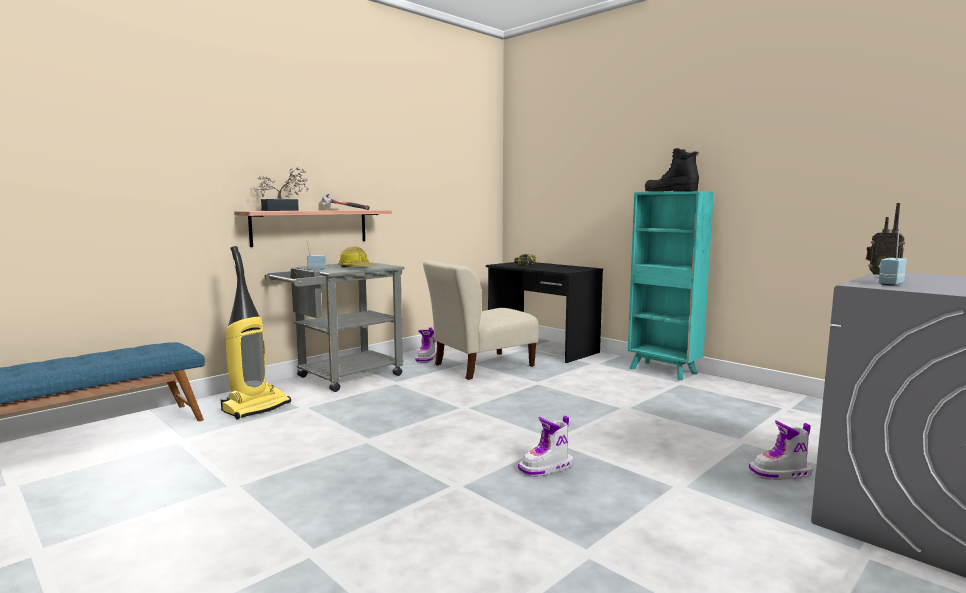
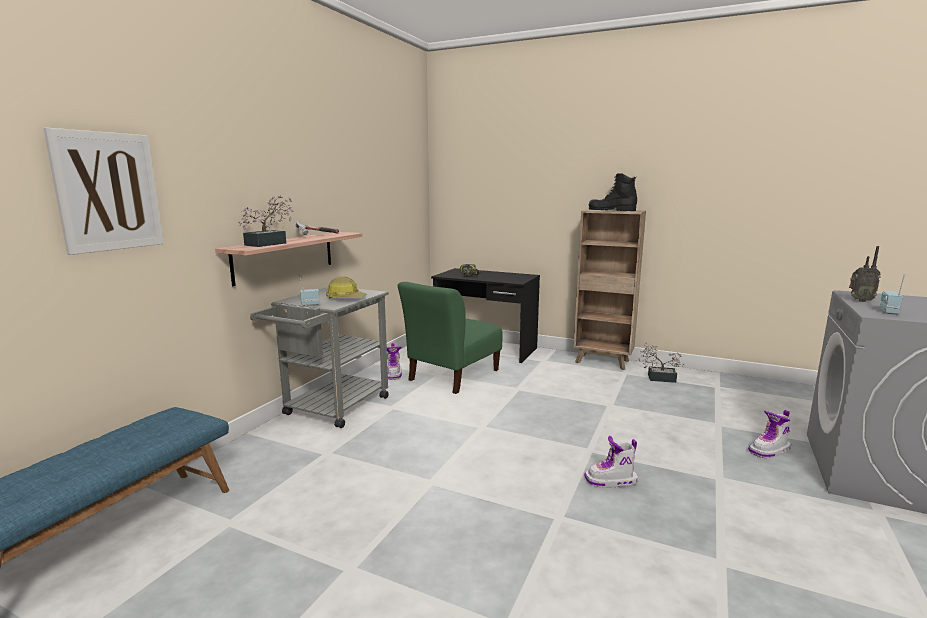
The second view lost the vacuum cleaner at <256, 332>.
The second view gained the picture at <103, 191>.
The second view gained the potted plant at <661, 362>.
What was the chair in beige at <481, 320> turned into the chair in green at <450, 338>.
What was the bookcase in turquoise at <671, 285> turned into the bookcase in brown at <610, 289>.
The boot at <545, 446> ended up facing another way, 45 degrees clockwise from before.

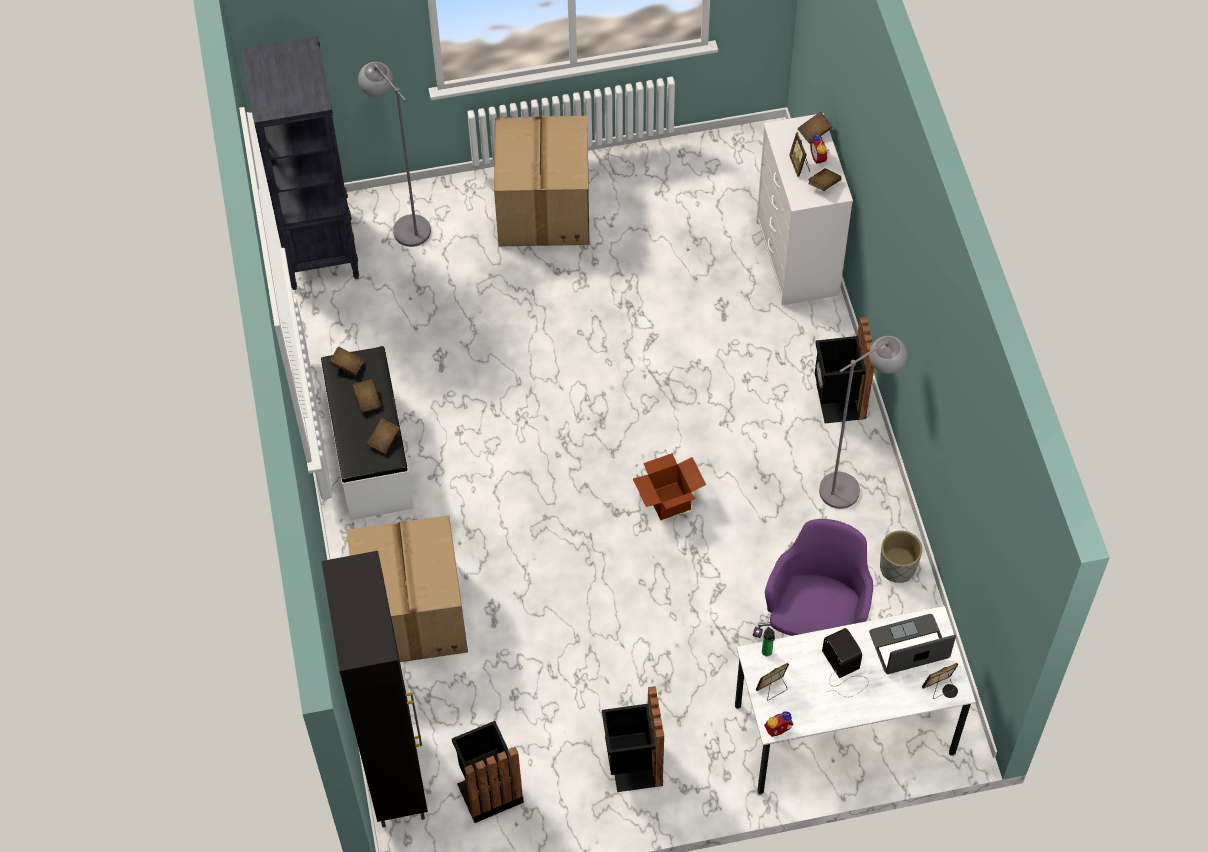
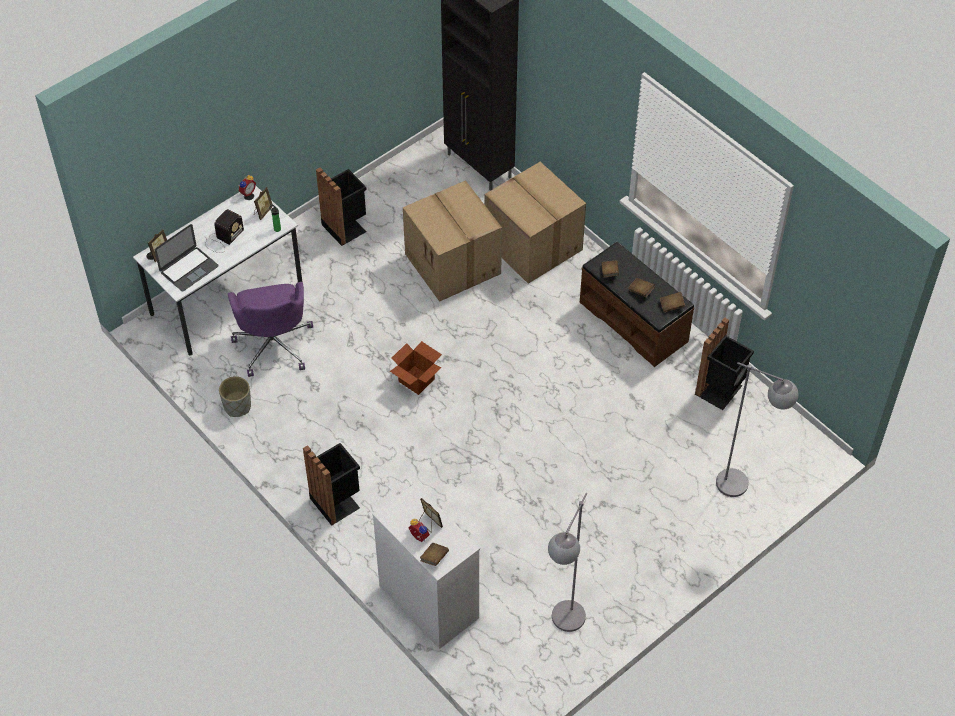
The second view lost the bookcase in black at <300, 163>.
The second view lost the book in brown at <825, 179>.
The trash can in black ended up elsewhere, having gone from <488, 772> to <724, 363>.
The cardboard box ended up elsewhere, having gone from <542, 181> to <452, 241>.
The floor lamp in grey ended up elsewhere, having gone from <863, 422> to <567, 562>.
What was the bench in white at <367, 433> turned into the bench in brown at <637, 304>.
The radio at <845, 662> ended up facing another way, 90 degrees counterclockwise from before.

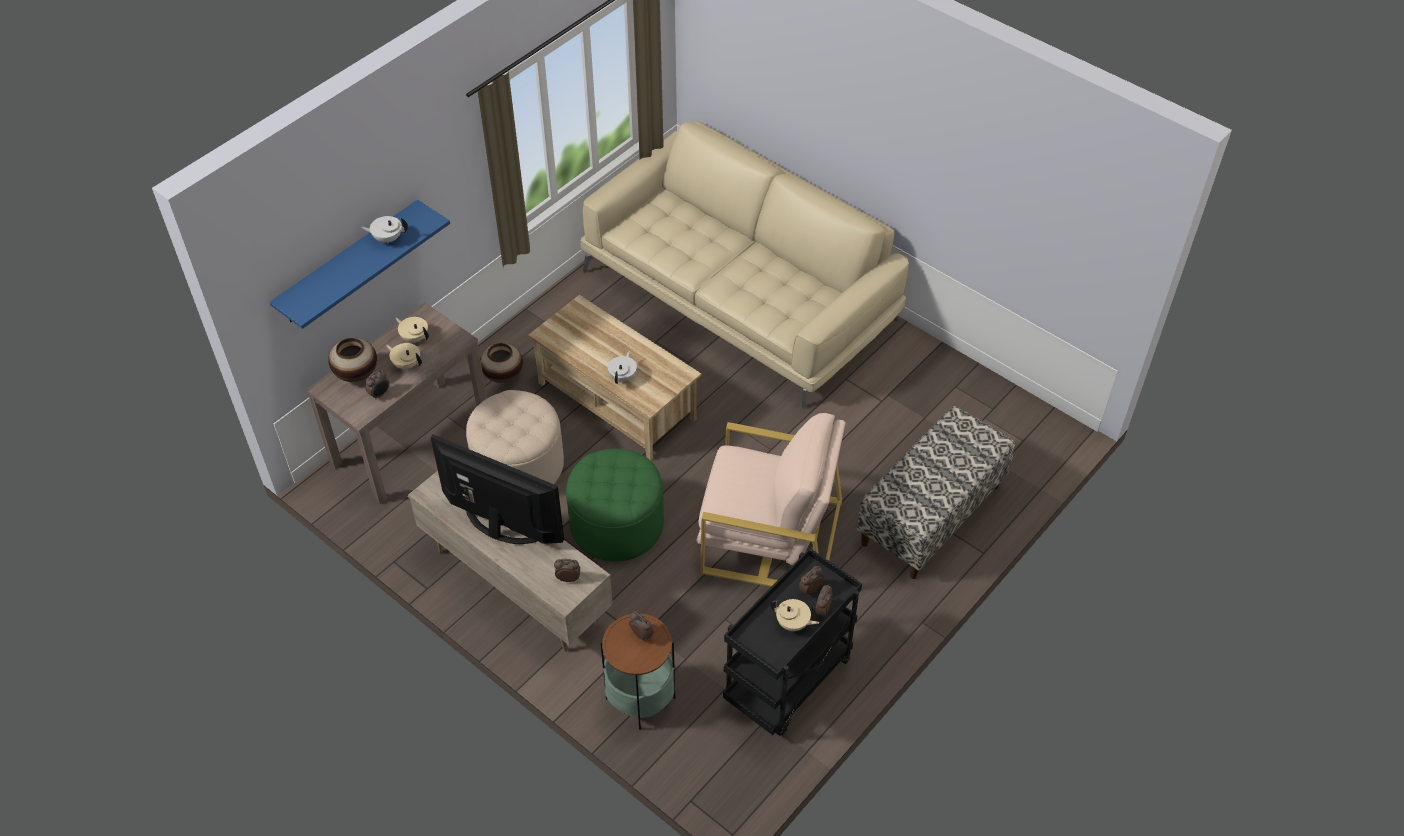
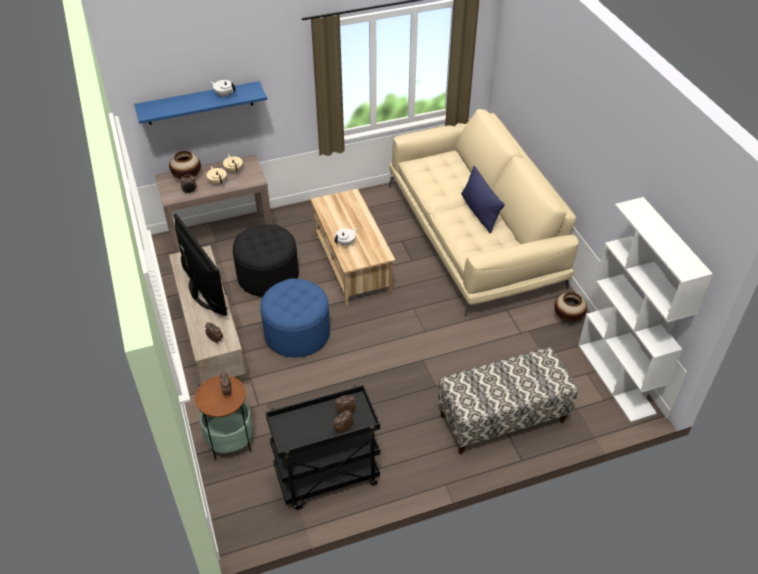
The second view lost the armchair in beige at <771, 500>.
The second view lost the teapot in beige at <795, 615>.
The second view gained the pillow in blue at <483, 199>.
The second view gained the bookcase in white at <645, 309>.
The vase ended up elsewhere, having gone from <501, 363> to <571, 307>.
What was the ottoman in beige at <515, 437> turned into the ottoman in black at <266, 260>.
What was the ottoman in green at <615, 505> turned into the ottoman in blue at <295, 317>.

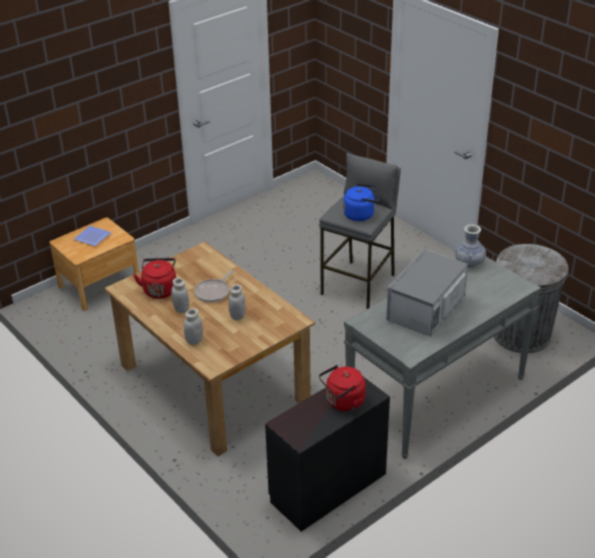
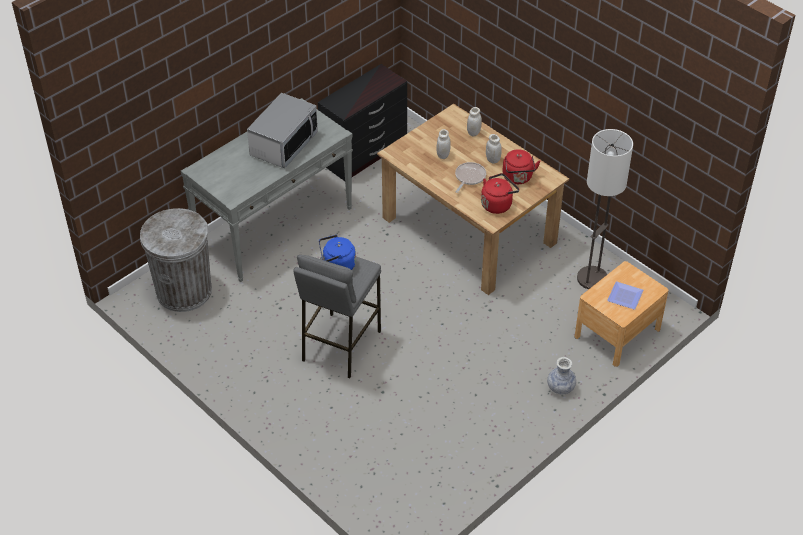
The second view gained the floor lamp at <605, 209>.
The kettle in red ended up elsewhere, having gone from <342, 388> to <500, 193>.
The vase ended up elsewhere, having gone from <470, 246> to <561, 375>.

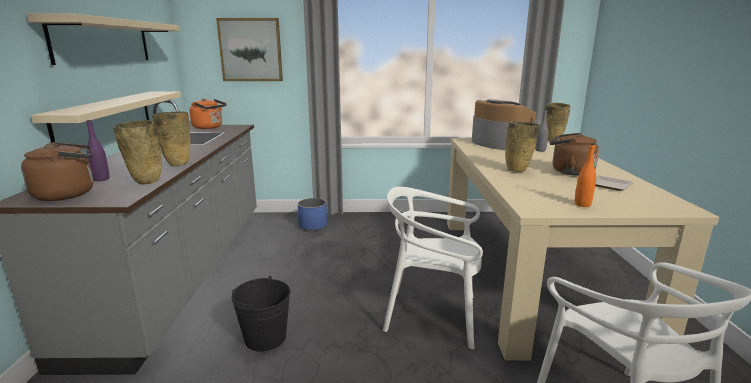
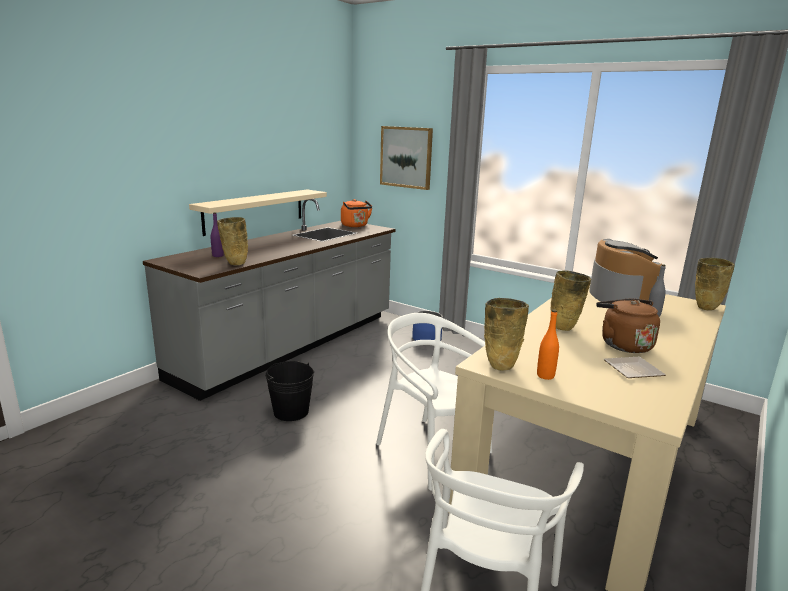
The second view lost the kettle in brown at <57, 171>.
The second view lost the shelf in beige at <103, 39>.
The vase in beige ended up elsewhere, having gone from <171, 138> to <506, 334>.

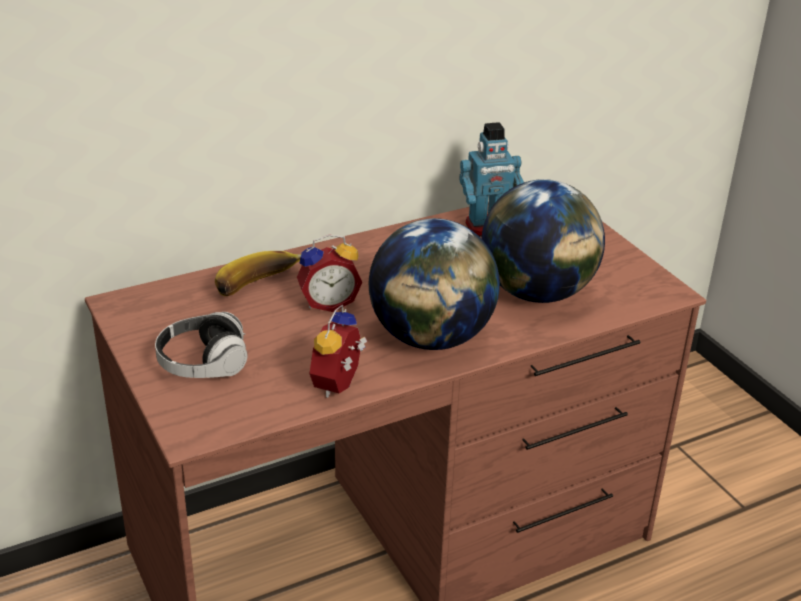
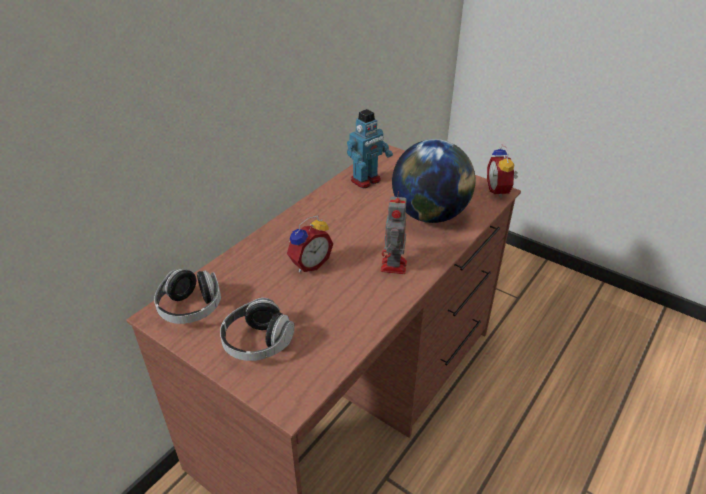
The second view lost the banana at <258, 273>.
The second view gained the headphones at <187, 296>.
The alarm clock ended up elsewhere, having gone from <338, 351> to <502, 171>.
Where the globe stood at <434, 284>, the toy robot came to stand at <394, 232>.

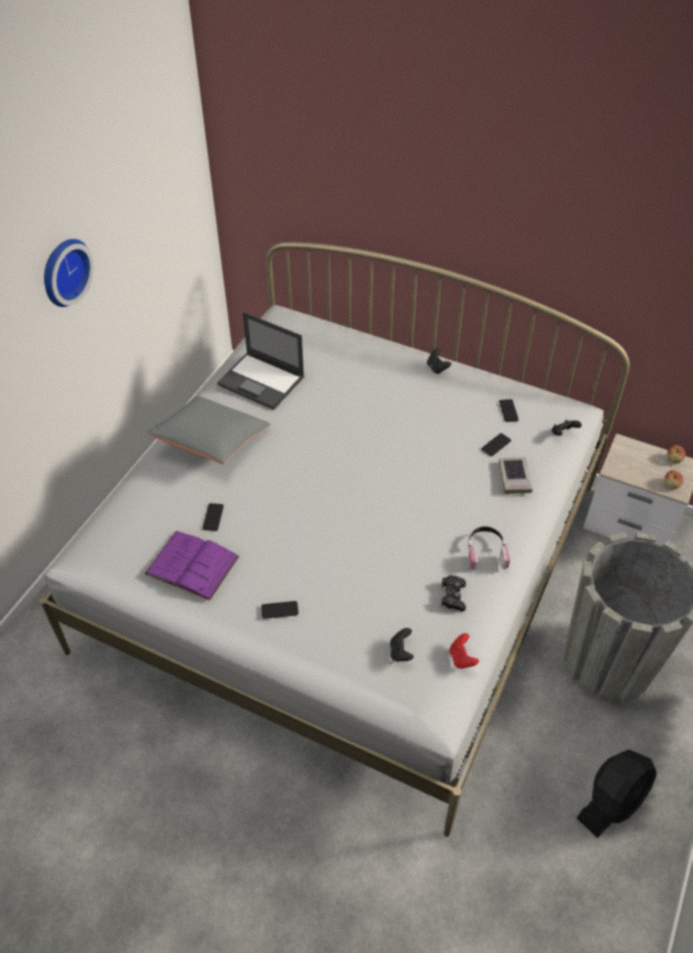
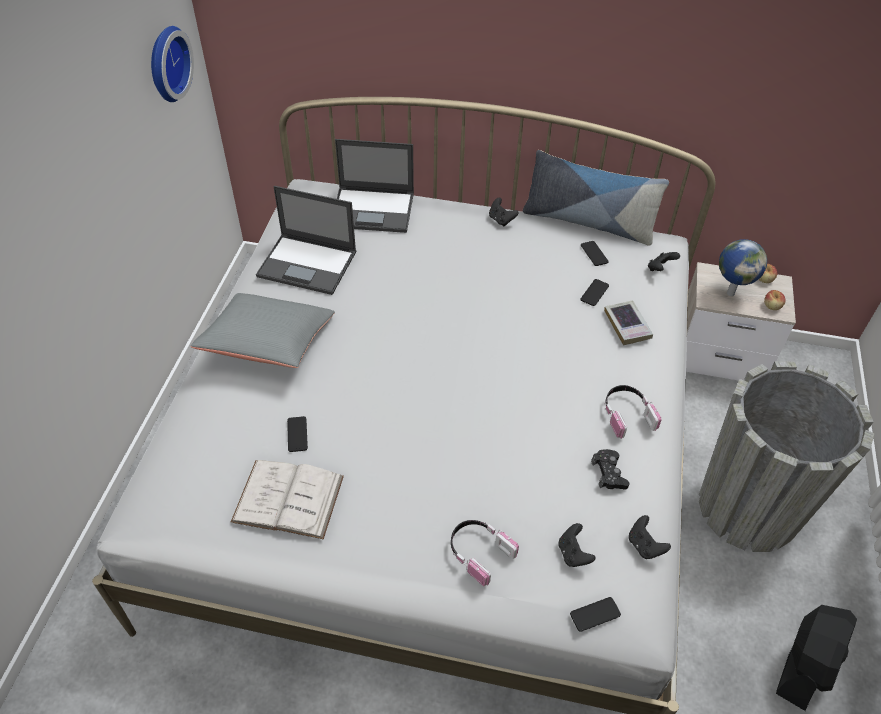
The second view gained the laptop at <374, 186>.
The second view gained the headphones at <485, 553>.
The second view gained the pillow at <596, 198>.
The second view gained the globe at <743, 267>.
The wall clock ended up elsewhere, having gone from <69, 273> to <172, 64>.
The phone ended up elsewhere, having gone from <279, 610> to <595, 614>.
What was the book in purple at <191, 566> turned into the book in white at <287, 500>.
What was the game controller in red at <464, 651> turned into the game controller in black at <650, 537>.

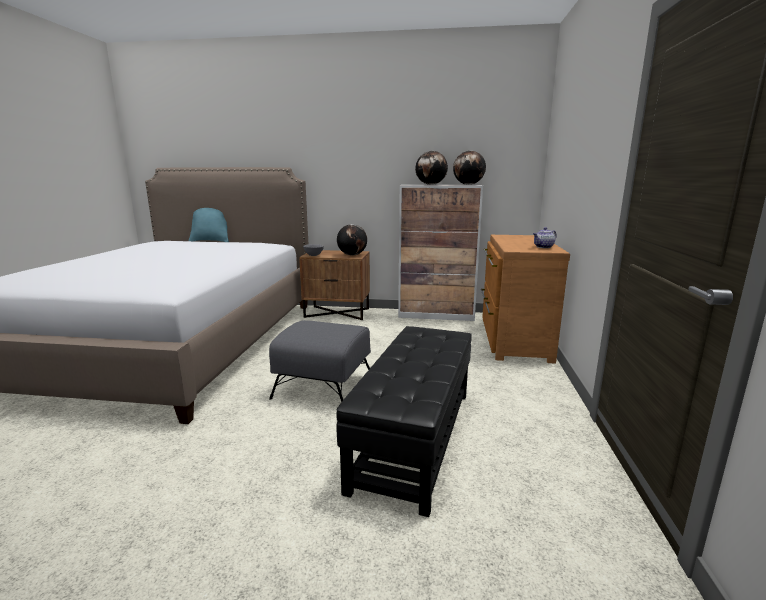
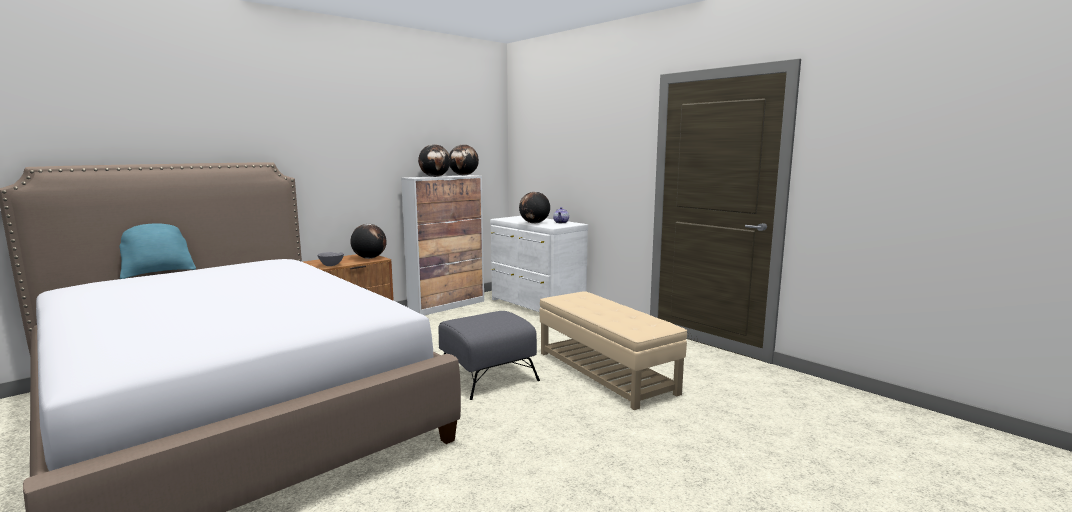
The second view gained the globe at <534, 208>.
What was the ottoman in black at <404, 421> turned into the ottoman in beige at <613, 350>.
What was the dresser in brown at <525, 299> turned into the dresser in white at <539, 264>.

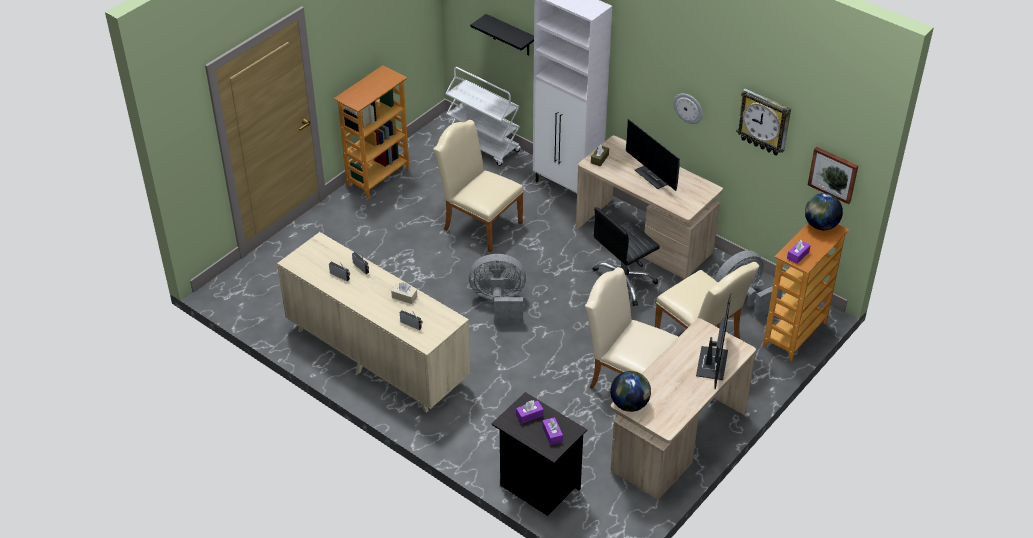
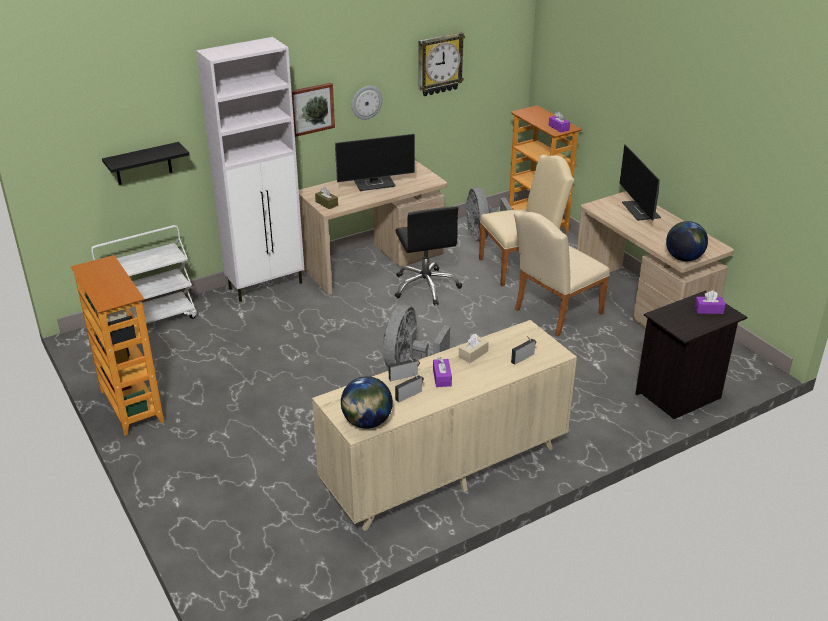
The second view lost the chair in beige at <478, 186>.
The tissue box in purple ended up elsewhere, having gone from <530, 412> to <442, 372>.
The globe ended up elsewhere, having gone from <824, 211> to <367, 402>.
The picture ended up elsewhere, having gone from <833, 175> to <313, 110>.
The monitor at <713, 341> ended up facing another way, 135 degrees counterclockwise from before.

